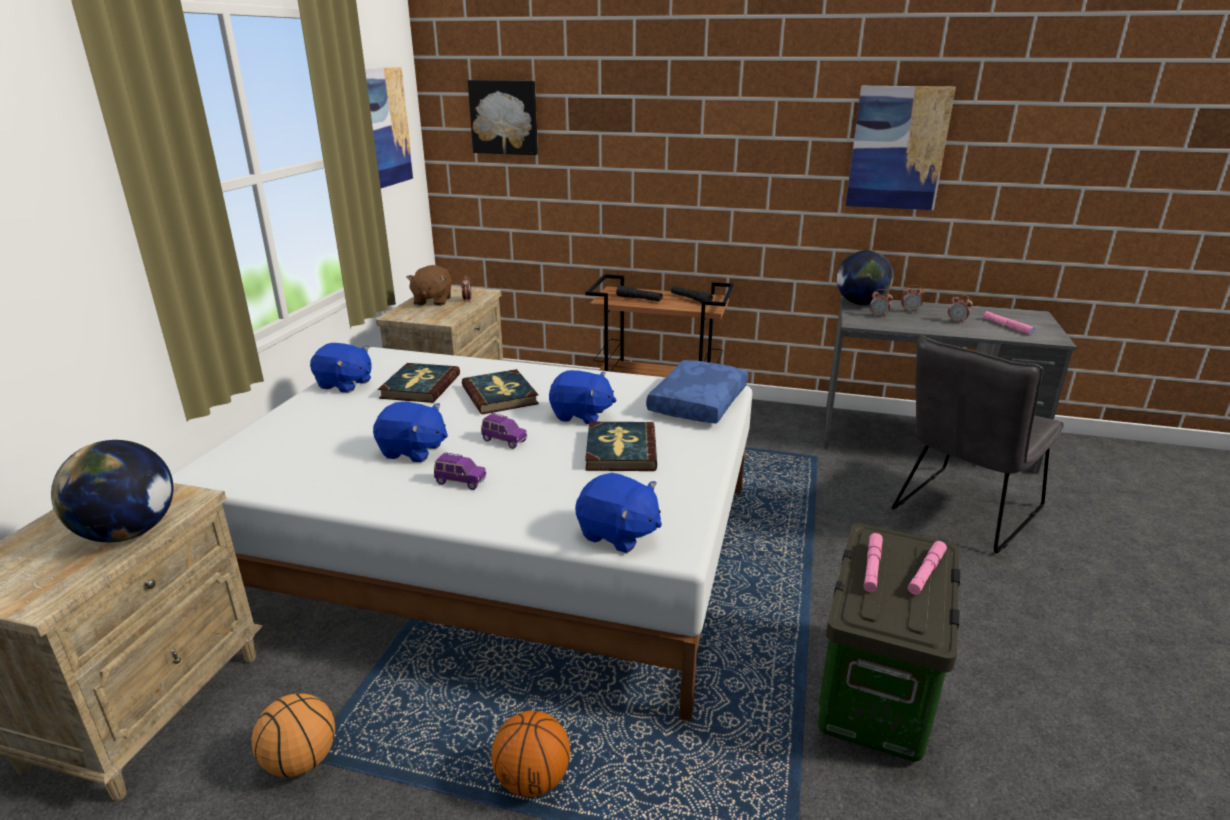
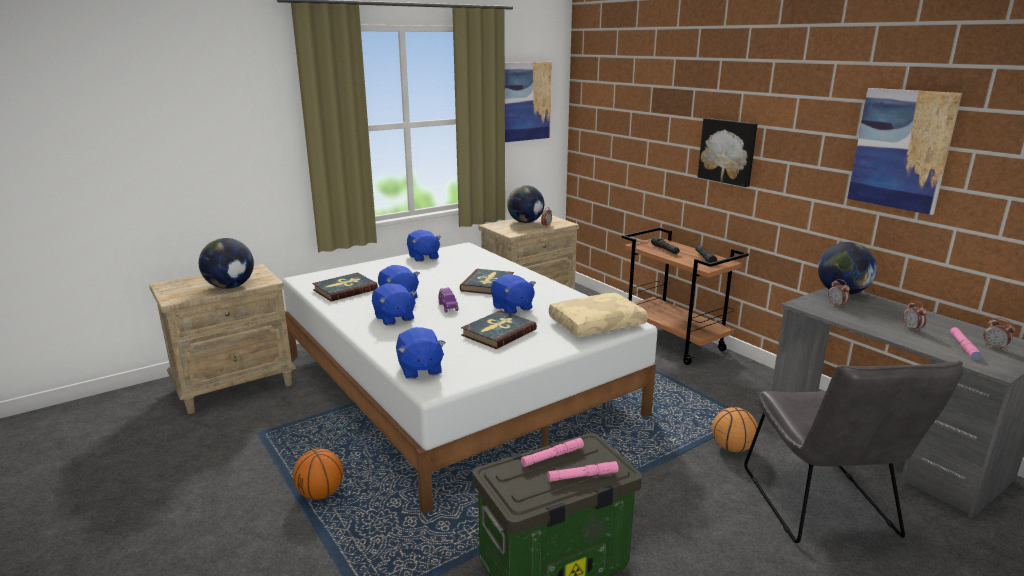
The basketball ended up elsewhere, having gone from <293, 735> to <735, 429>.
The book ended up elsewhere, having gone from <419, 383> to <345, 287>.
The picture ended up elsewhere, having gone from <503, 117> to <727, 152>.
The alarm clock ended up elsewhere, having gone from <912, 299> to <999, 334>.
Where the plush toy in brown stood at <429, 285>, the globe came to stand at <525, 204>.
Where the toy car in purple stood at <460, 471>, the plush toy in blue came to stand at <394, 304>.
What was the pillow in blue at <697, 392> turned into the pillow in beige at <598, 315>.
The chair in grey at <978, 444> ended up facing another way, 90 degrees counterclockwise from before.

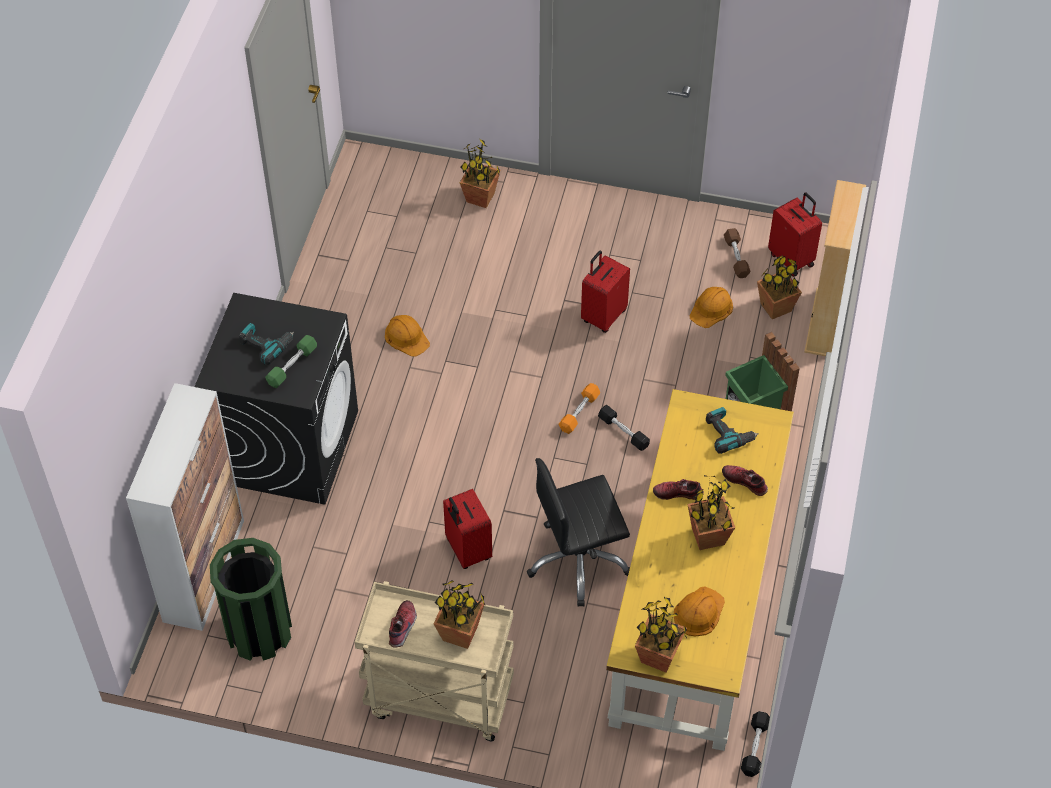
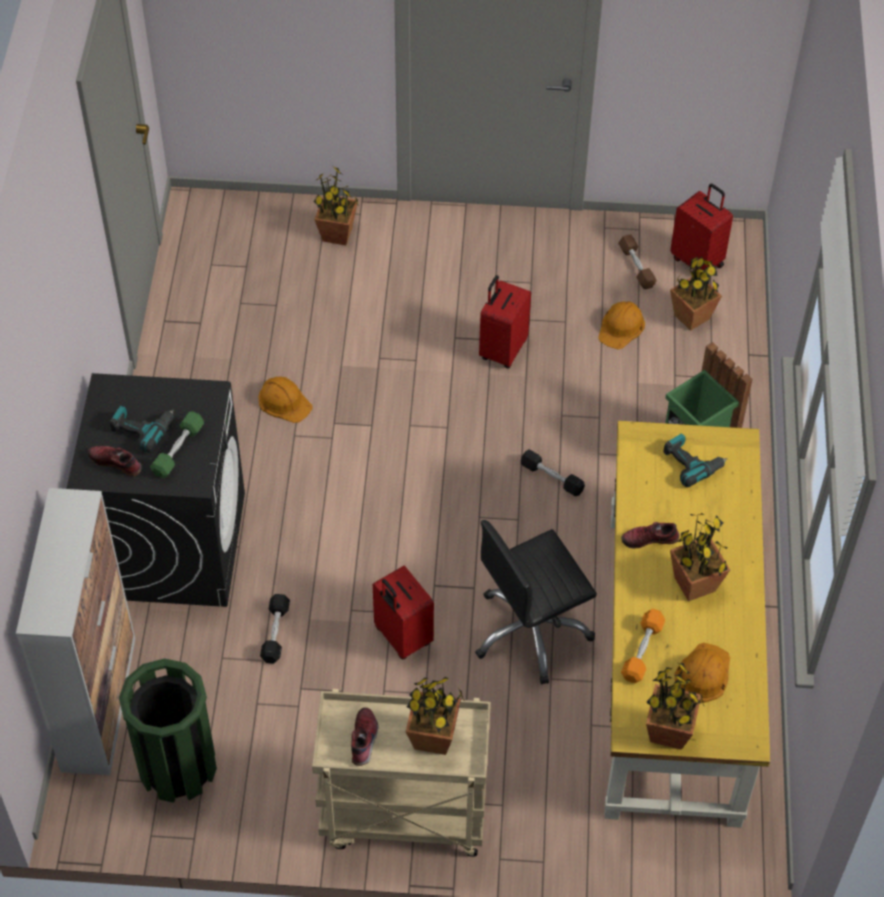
The second view lost the bookcase in beige at <835, 268>.
The dumbbell in orange ended up elsewhere, having gone from <579, 408> to <643, 646>.
The shoe ended up elsewhere, having gone from <745, 480> to <115, 461>.
The dumbbell in black ended up elsewhere, having gone from <755, 744> to <275, 629>.

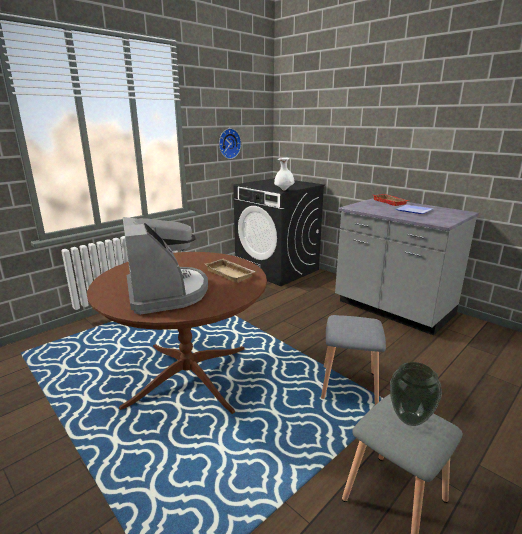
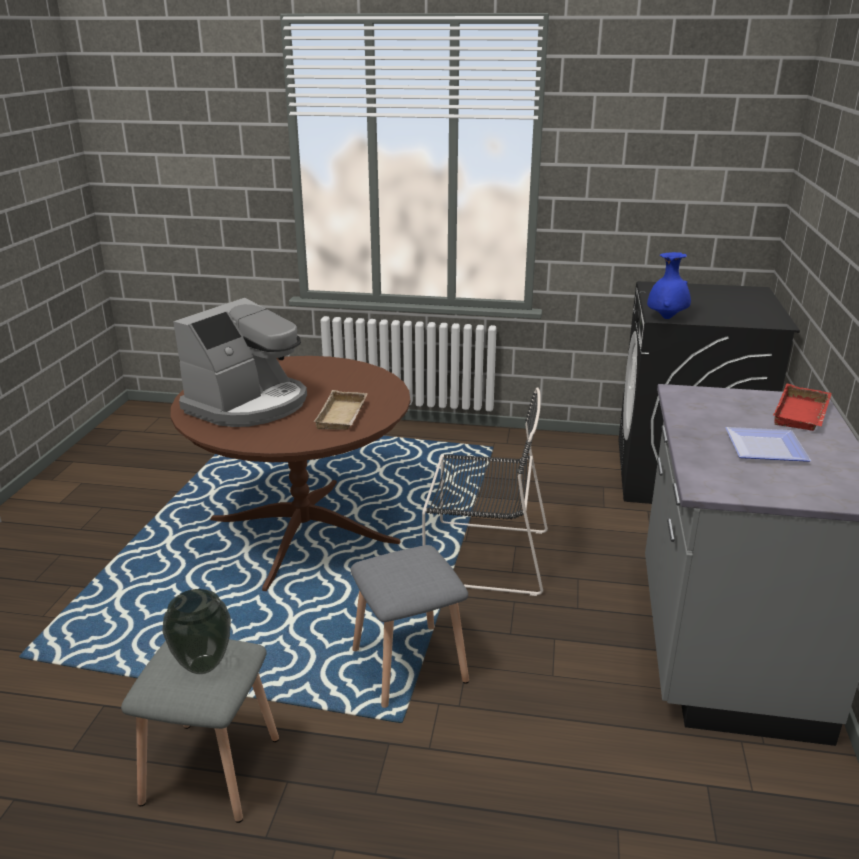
The second view lost the wall clock at <230, 143>.
The second view gained the chair in black at <485, 491>.
What was the vase in white at <284, 174> turned into the vase in blue at <669, 285>.

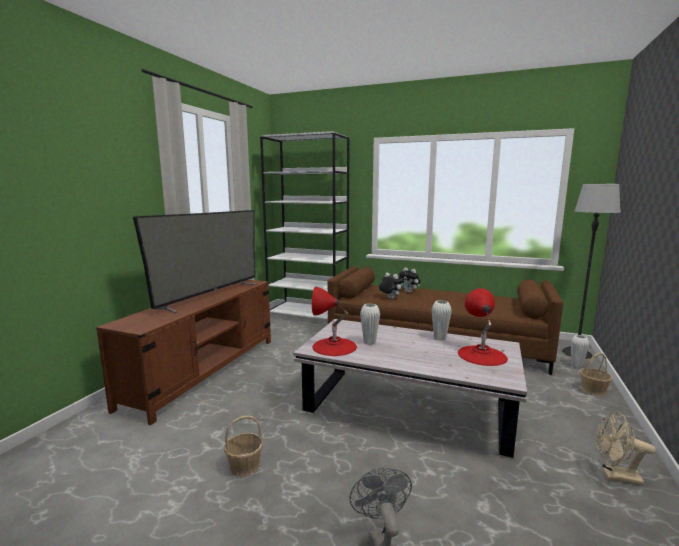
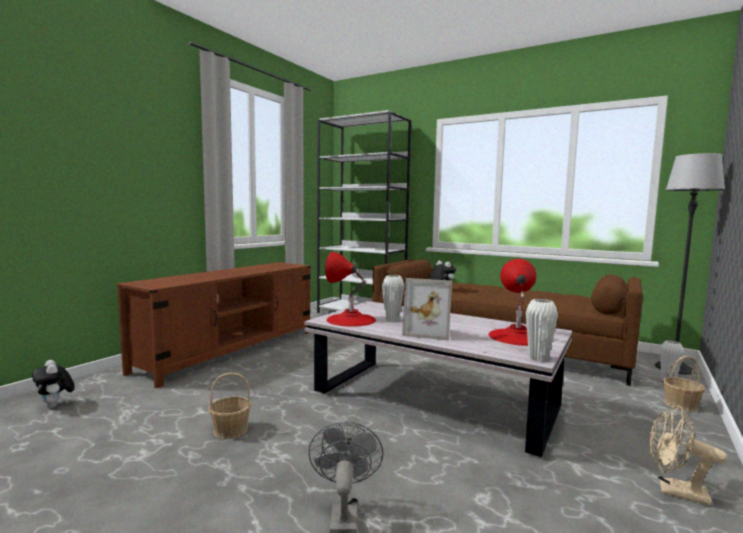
The second view lost the television at <195, 262>.
The second view gained the picture frame at <427, 309>.
The plush toy ended up elsewhere, having gone from <410, 280> to <53, 384>.
The vase in white ended up elsewhere, having gone from <442, 320> to <542, 330>.

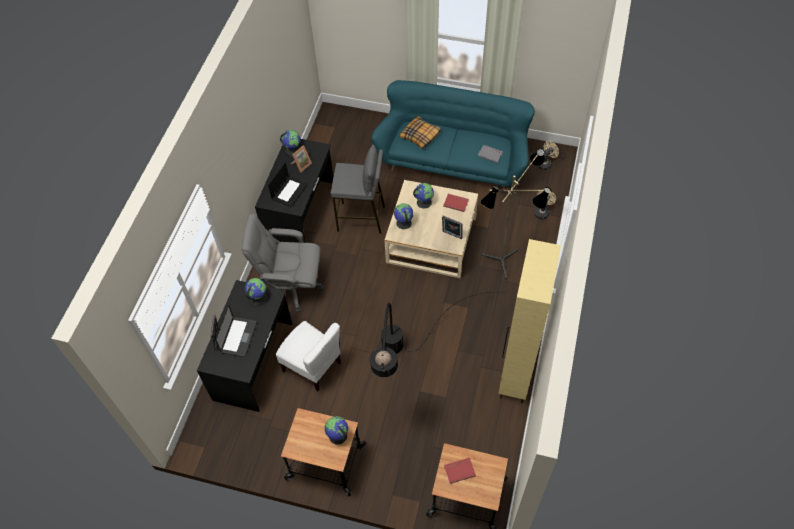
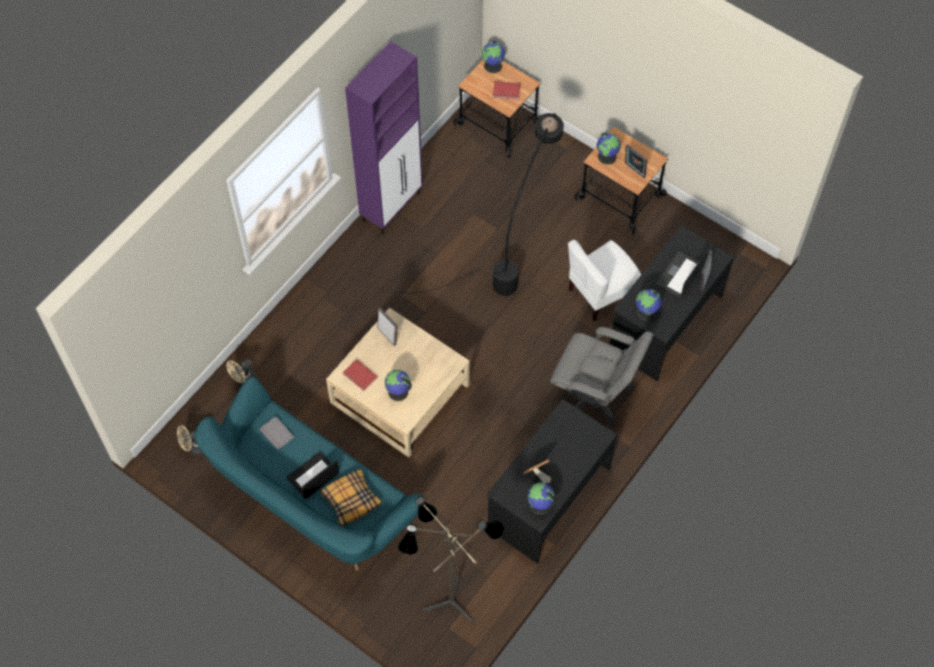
The second view lost the stool in grey at <358, 189>.
The second view gained the picture frame at <636, 161>.
The laptop ended up elsewhere, having gone from <288, 184> to <312, 475>.
The globe ended up elsewhere, having gone from <404, 216> to <493, 57>.
The floor lamp ended up elsewhere, having gone from <515, 214> to <451, 559>.
What was the cabinet in beige at <529, 321> turned into the cabinet in purple at <384, 137>.
The chair in white at <308, 356> ended up facing another way, 90 degrees counterclockwise from before.

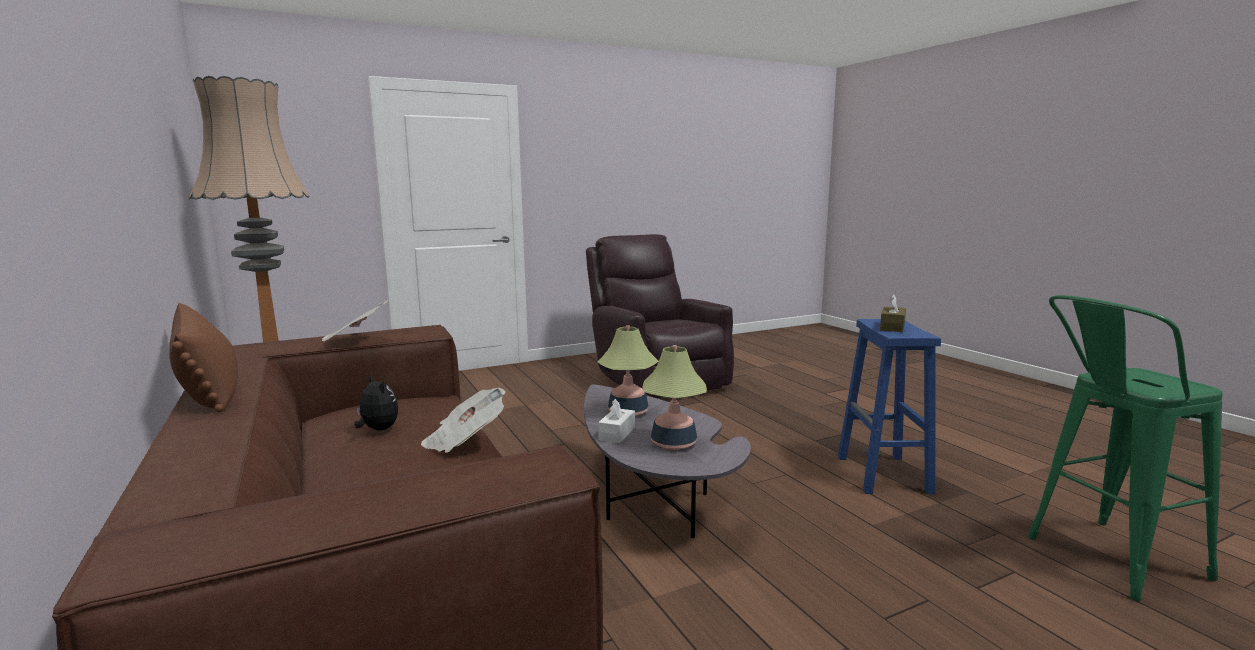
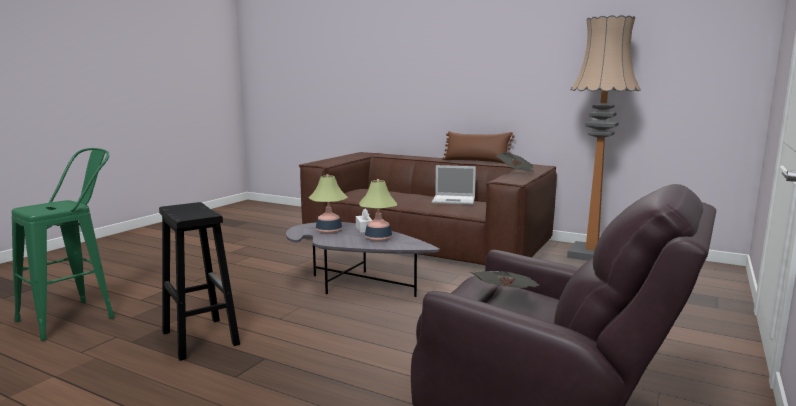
The second view lost the tissue box in brown at <893, 313>.
The newspaper ended up elsewhere, having gone from <463, 420> to <504, 279>.
Where the plush toy stood at <376, 403>, the laptop came to stand at <454, 185>.
What was the stool in blue at <889, 406> turned into the stool in black at <199, 281>.

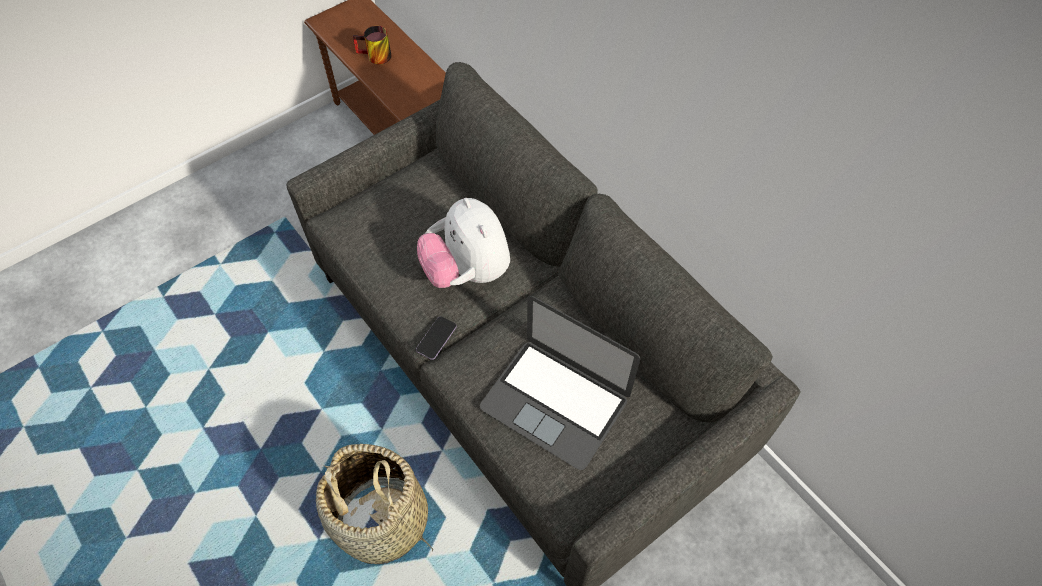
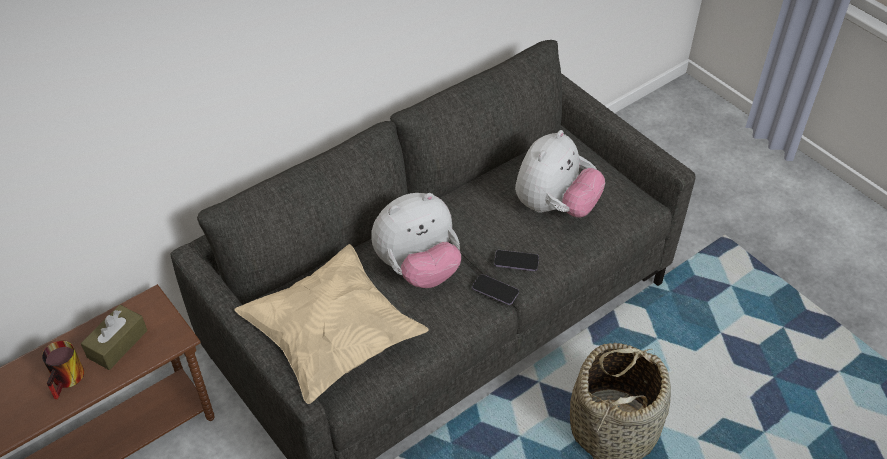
The second view gained the tissue box in brown at <114, 337>.
The second view gained the pillow in beige at <331, 324>.
The second view gained the phone at <516, 260>.
Where the laptop stood at <560, 383>, the plush toy came to stand at <560, 174>.

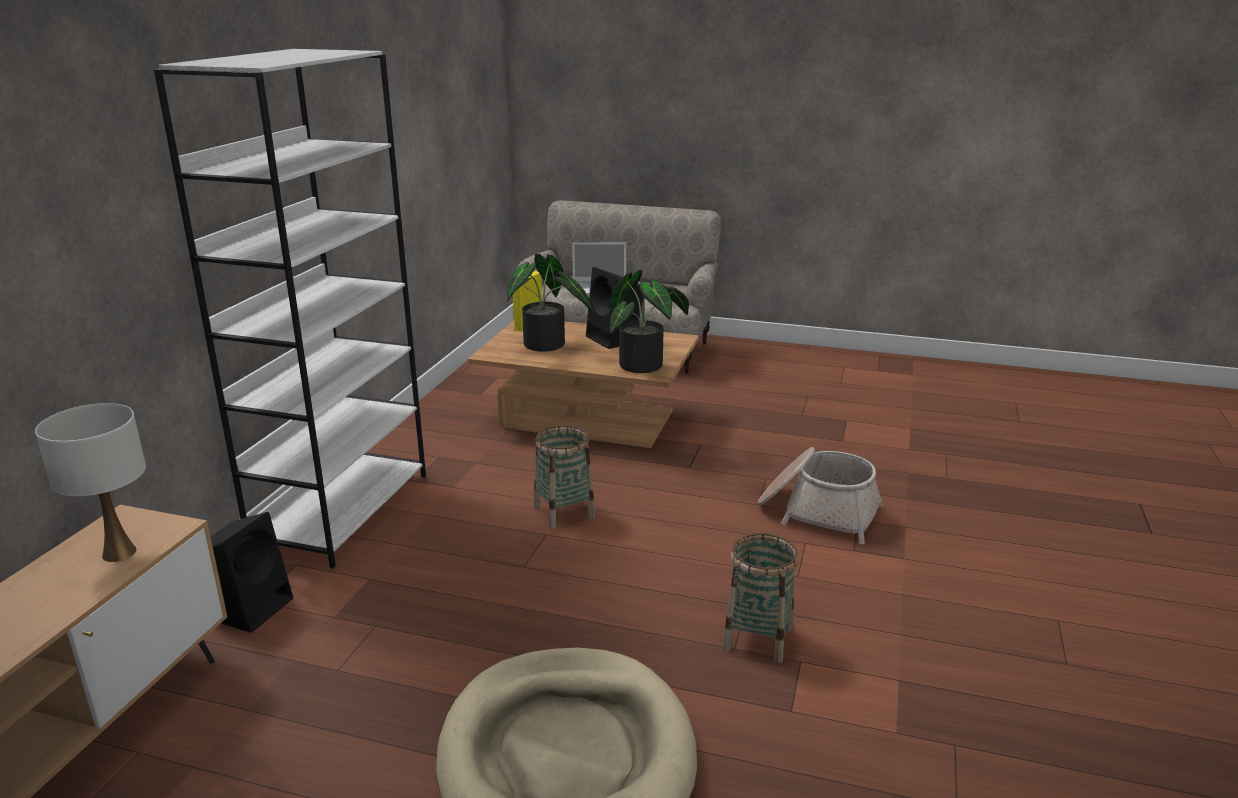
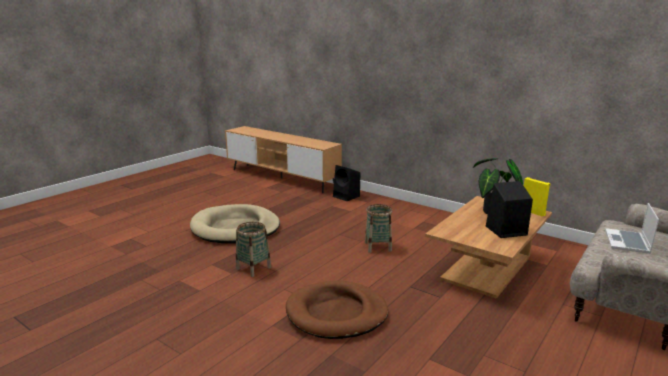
The second view lost the table lamp in white at <90, 482>.
The second view lost the bookcase in white at <290, 309>.
The second view lost the potted plant at <649, 321>.
Where the basket stood at <820, 495>, the dog bed in brown came to stand at <337, 310>.

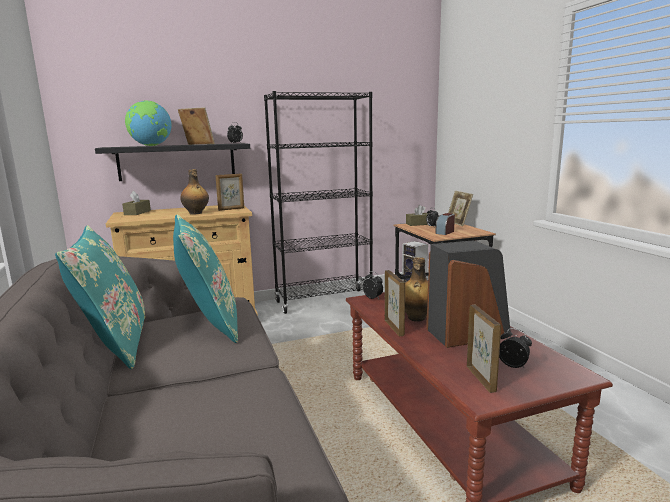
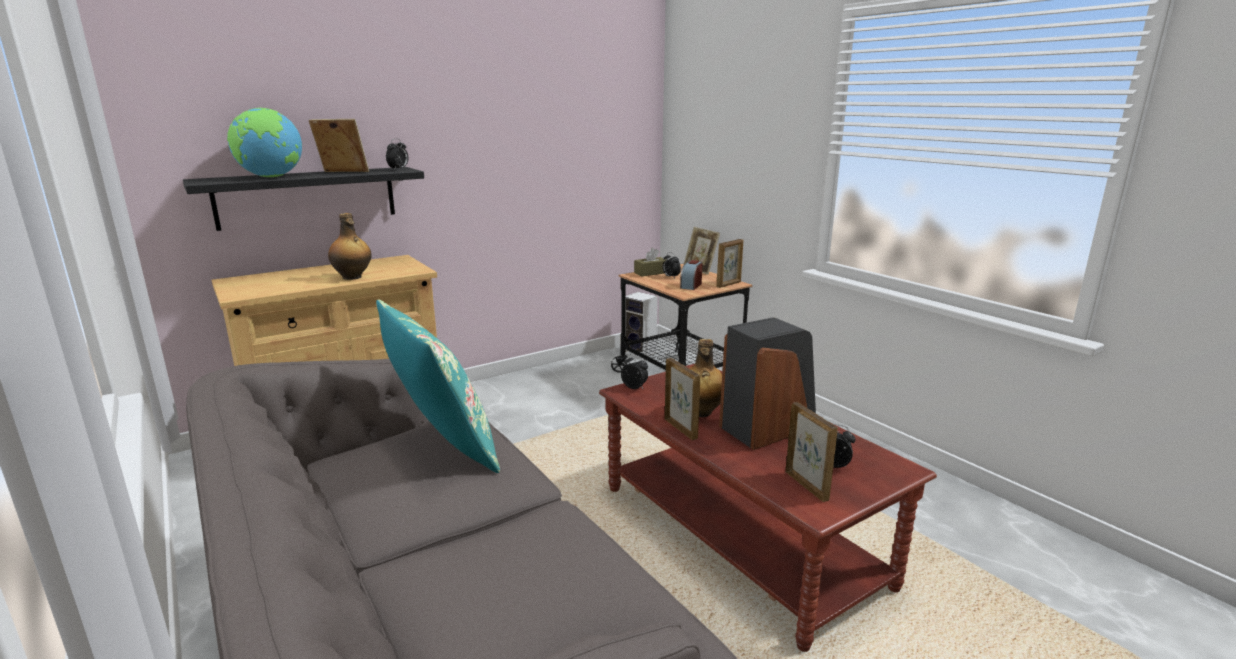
The second view lost the pillow in turquoise at <100, 297>.
The second view lost the tissue box in brown at <136, 203>.
The second view lost the bookcase in black at <318, 202>.
The picture frame ended up elsewhere, having gone from <229, 192> to <729, 263>.

